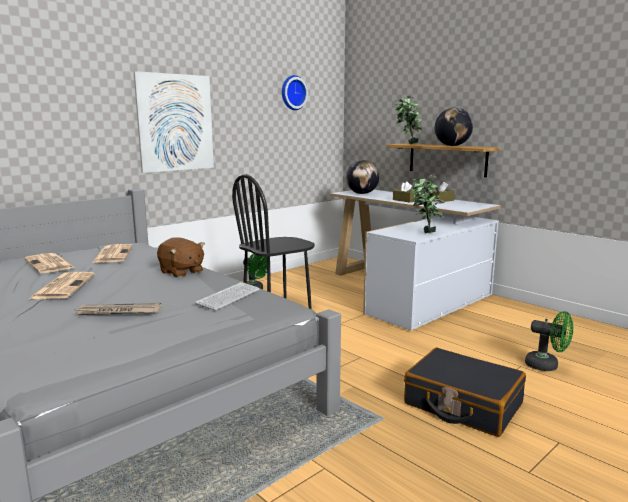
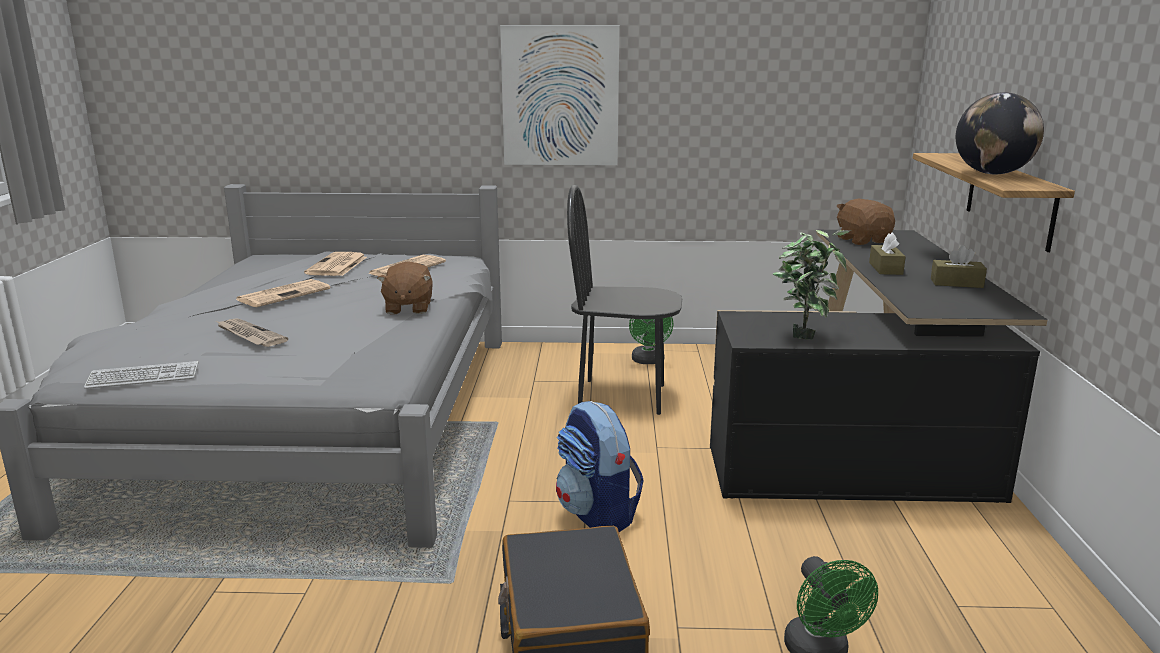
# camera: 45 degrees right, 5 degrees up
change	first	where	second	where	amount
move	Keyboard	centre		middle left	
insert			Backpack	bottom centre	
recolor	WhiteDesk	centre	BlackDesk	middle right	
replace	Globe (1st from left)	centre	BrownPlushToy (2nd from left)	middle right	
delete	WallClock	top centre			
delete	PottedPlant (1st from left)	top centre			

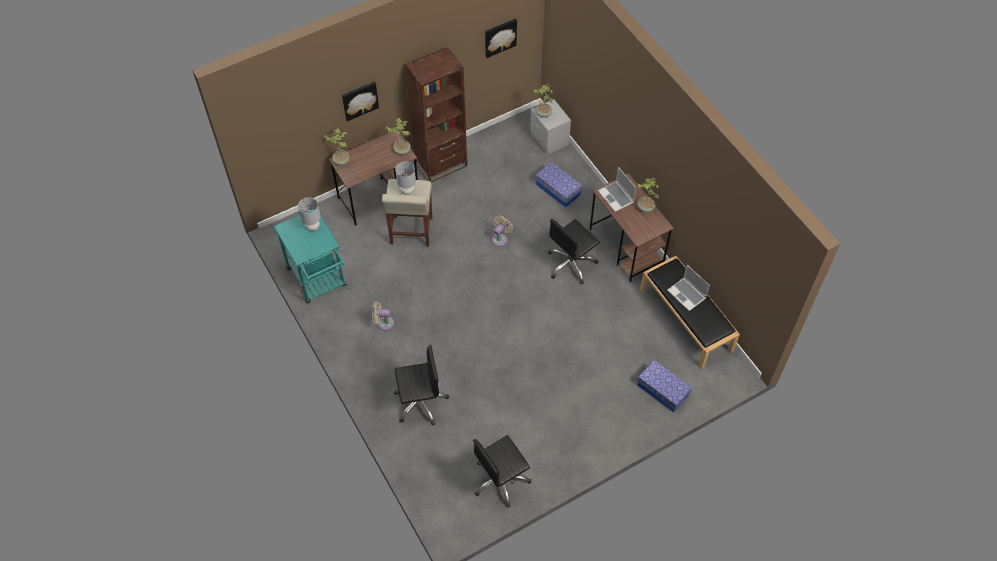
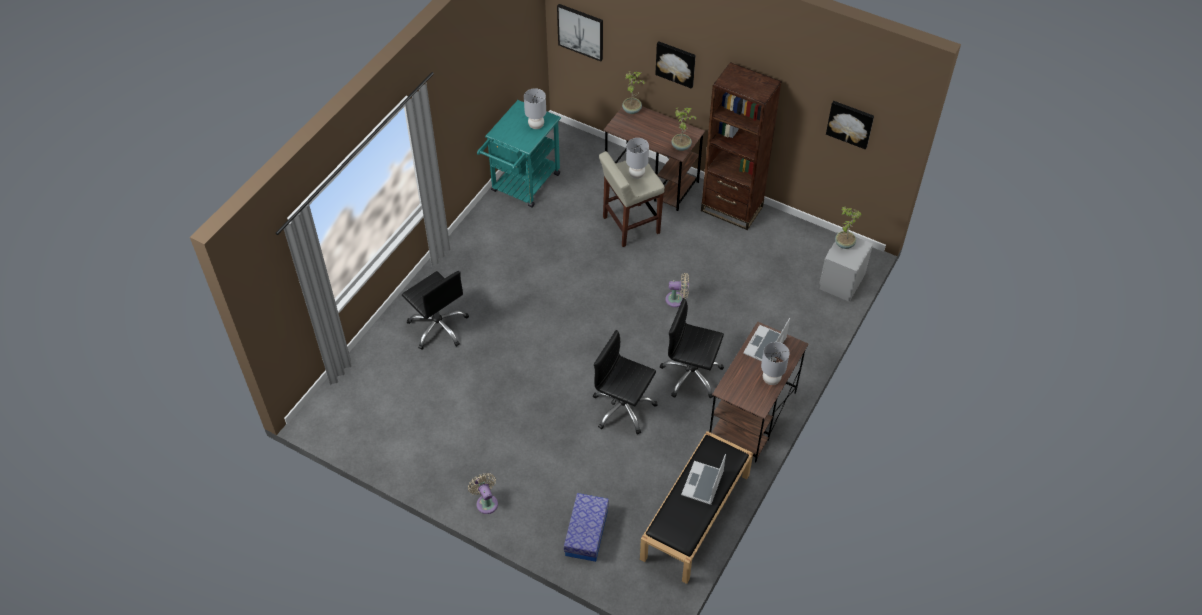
# camera: 60 degrees right, 5 degrees down
change	first	where	second	where	amount
move	BeigeFan (1st from left)	centre		bottom centre	
insert			Picture (1st from left)	top centre	
move	BlackOfficeChair (2nd from left)	bottom centre		centre	
replace	PottedPlant (4th from left)	centre	GreyTableLamp (3rd from left)	centre	
delete	StorageBox (1st from left)	top centre			

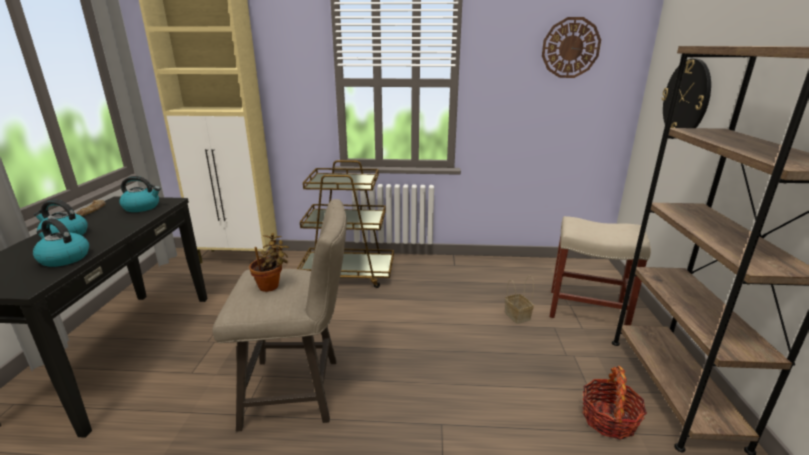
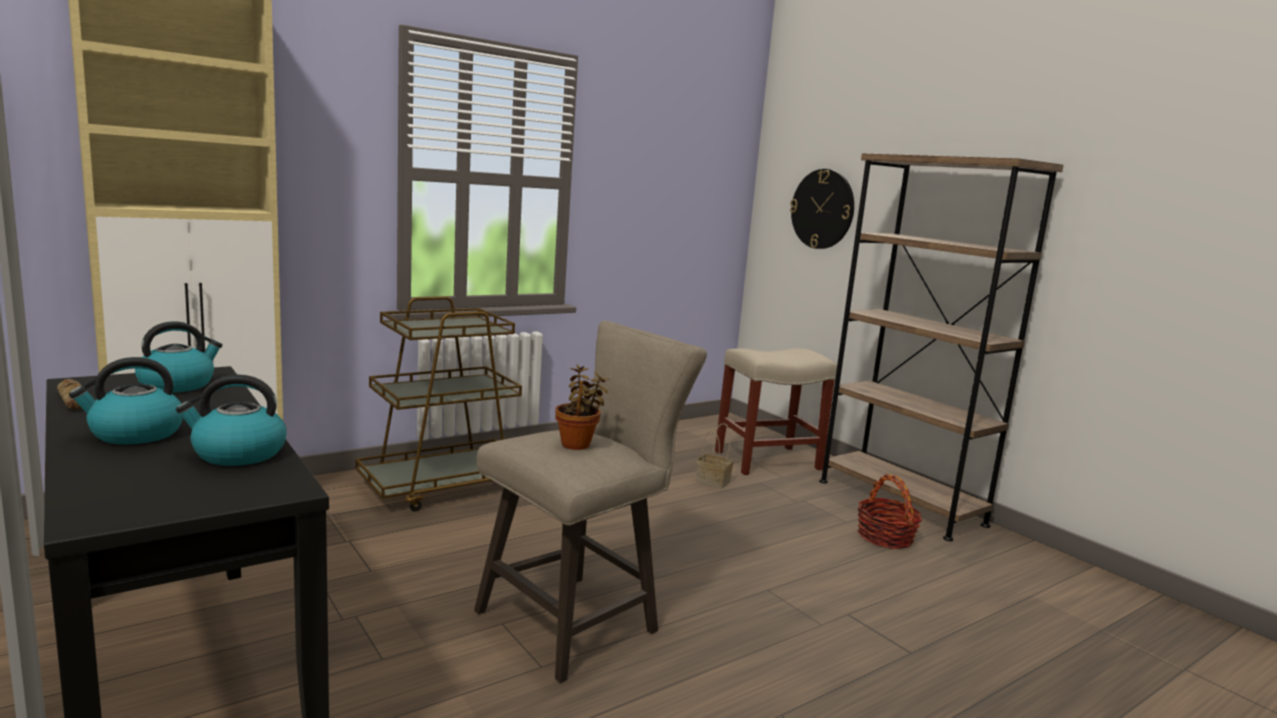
# camera: 40 degrees left, 10 degrees down
change	first	where	second	where	amount
delete	WallClock (1st from left)	top right			

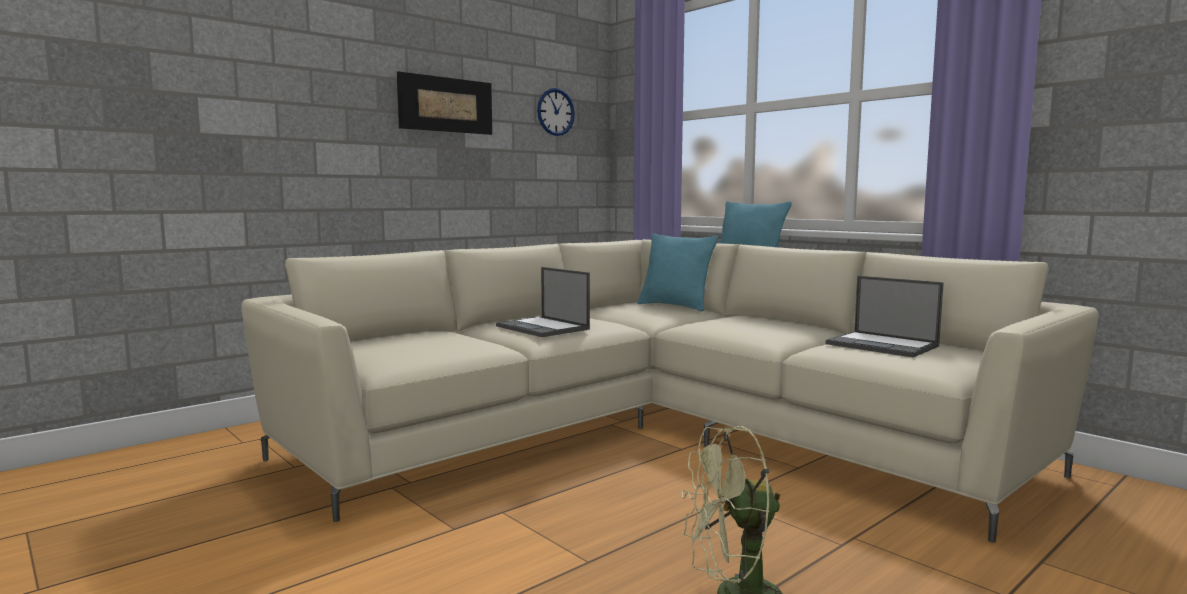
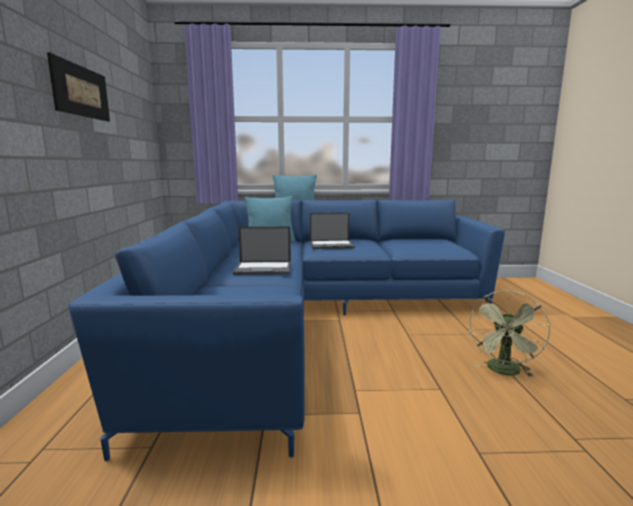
# camera: 50 degrees left, 5 degrees up
change	first	where	second	where	amount
recolor	BeigeSofa	centre	BlueSofa	centre	
move	Laptop (2nd from left)	middle right		centre	
delete	WallClock	top centre			

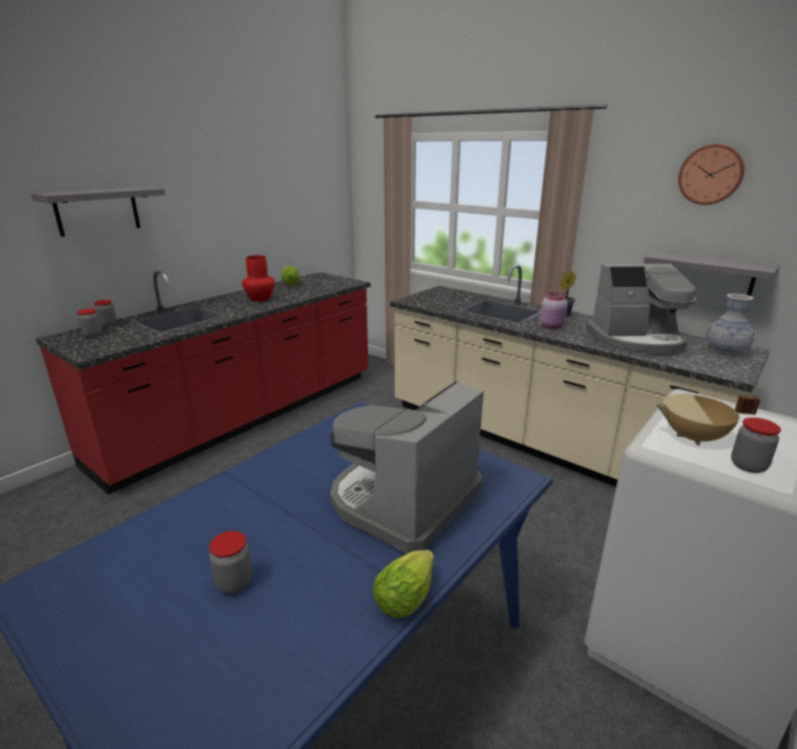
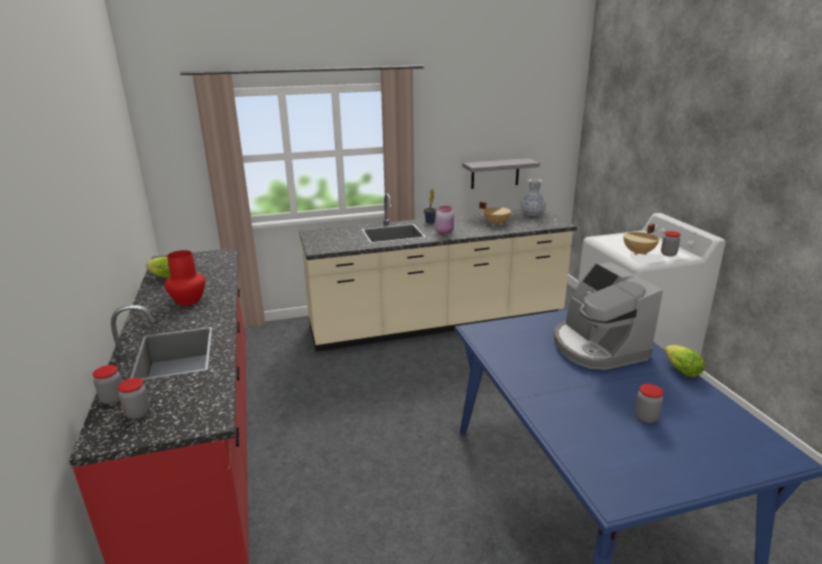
# camera: 55 degrees left, 0 degrees up
change	first	where	second	where	amount
replace	CoffeeMachine (2nd from left)	middle right	BeigeCookingPot (1st from left)	centre	
delete	GreyShelf (1st from left)	top left			
delete	WallClock	top right			

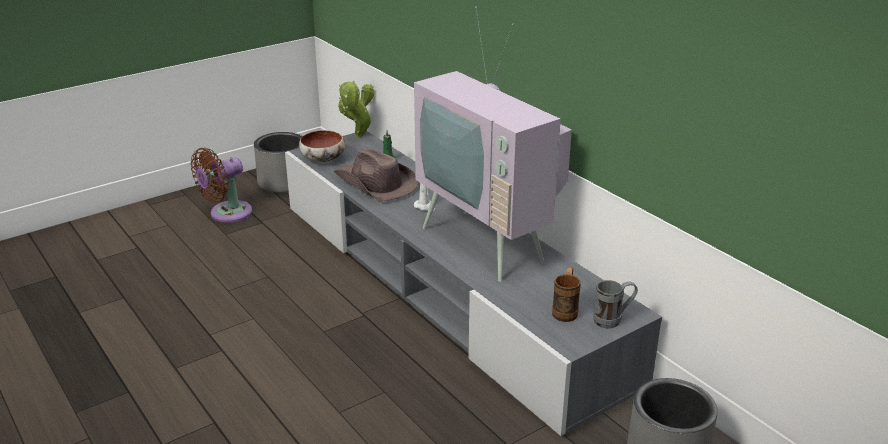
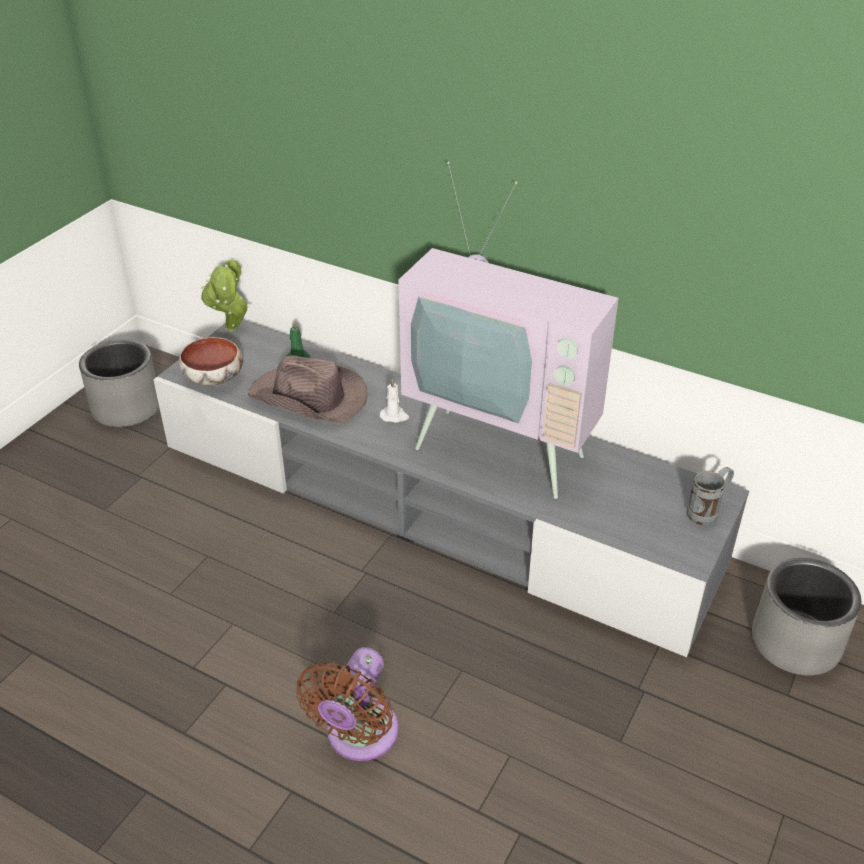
# camera: 25 degrees left, 10 degrees up
change	first	where	second	where	amount
move	BrownFan	middle left		bottom centre	
delete	BrownMug	centre			

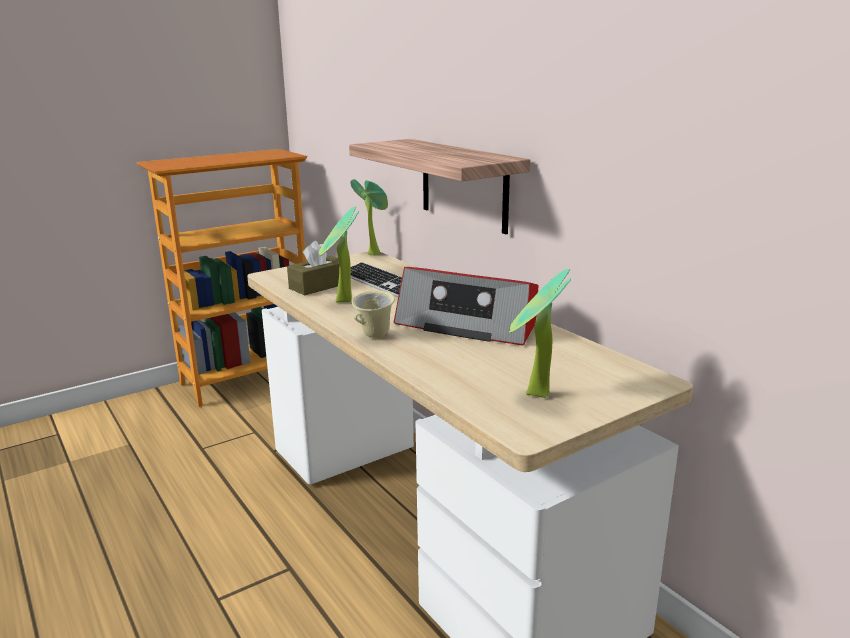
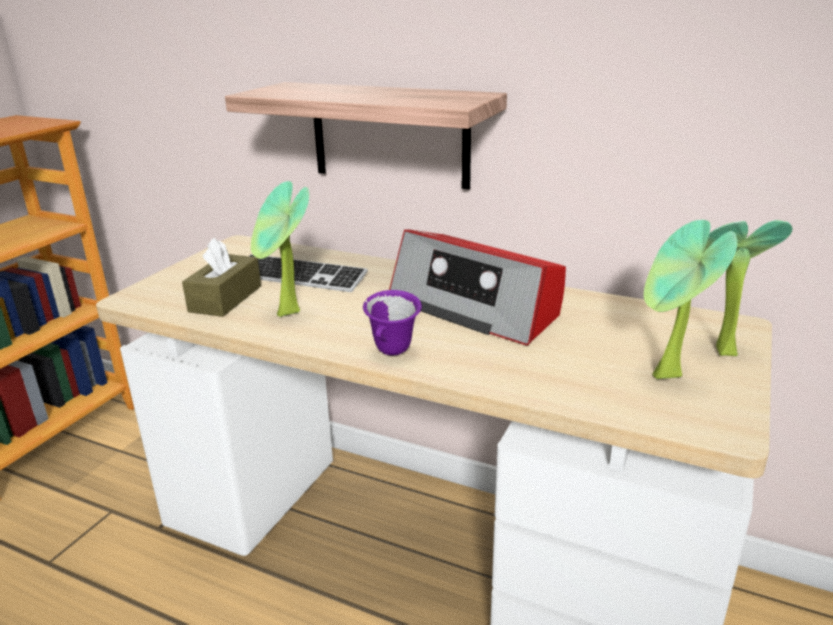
# camera: 30 degrees left, 5 degrees up
change	first	where	second	where	amount
recolor	BeigeMug	centre	PurpleMug	centre	
rotate	Radio	centre		centre	45 degrees clockwise
move	PottedPlant (2nd from left in the first image)	centre	PottedPlant (3rd from left)	middle right	

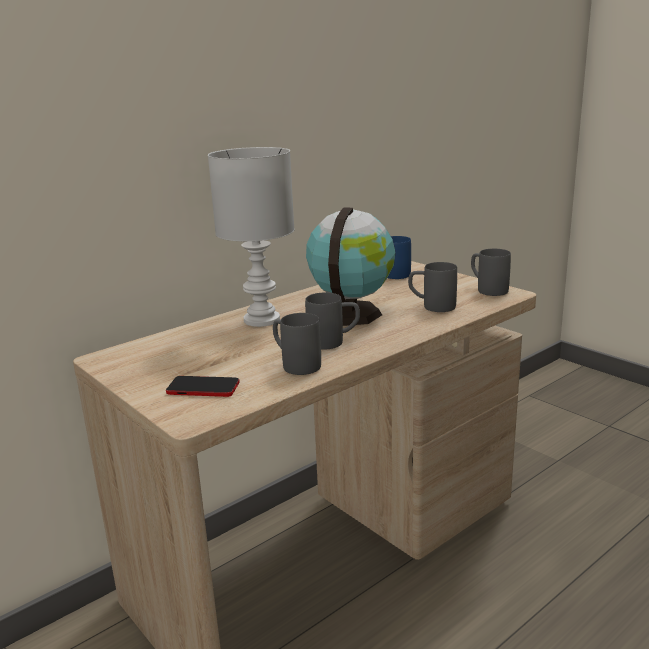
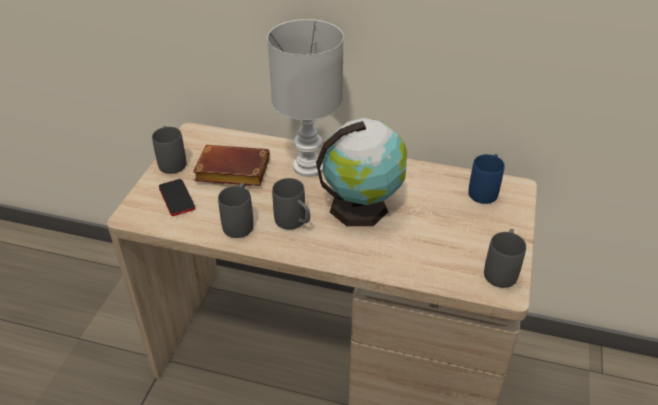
# camera: 55 degrees right, 20 degrees up
change	first	where	second	where	amount
move	GreyMug (3rd from left in the first image)	centre	GreyMug (1st from left)	middle left	
insert			BrownBook	centre	

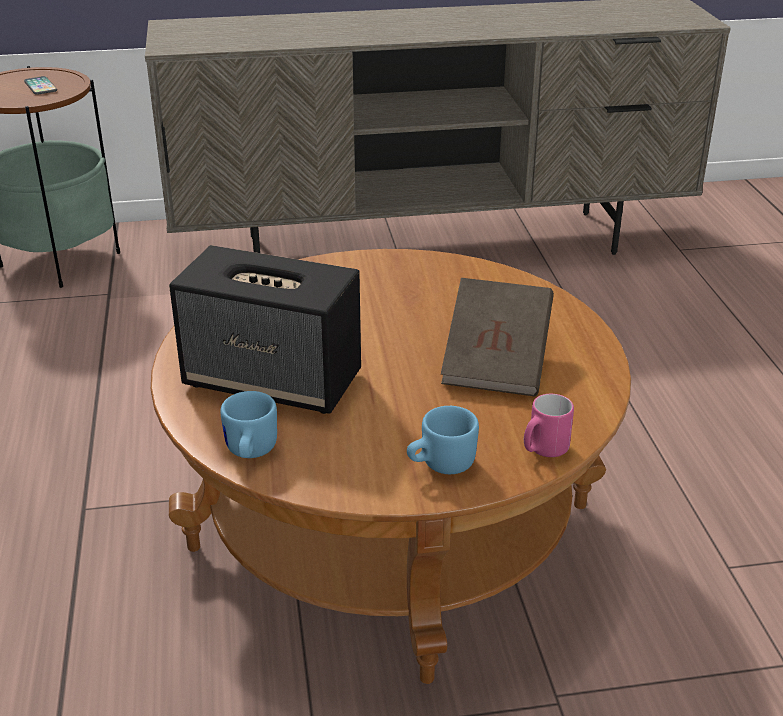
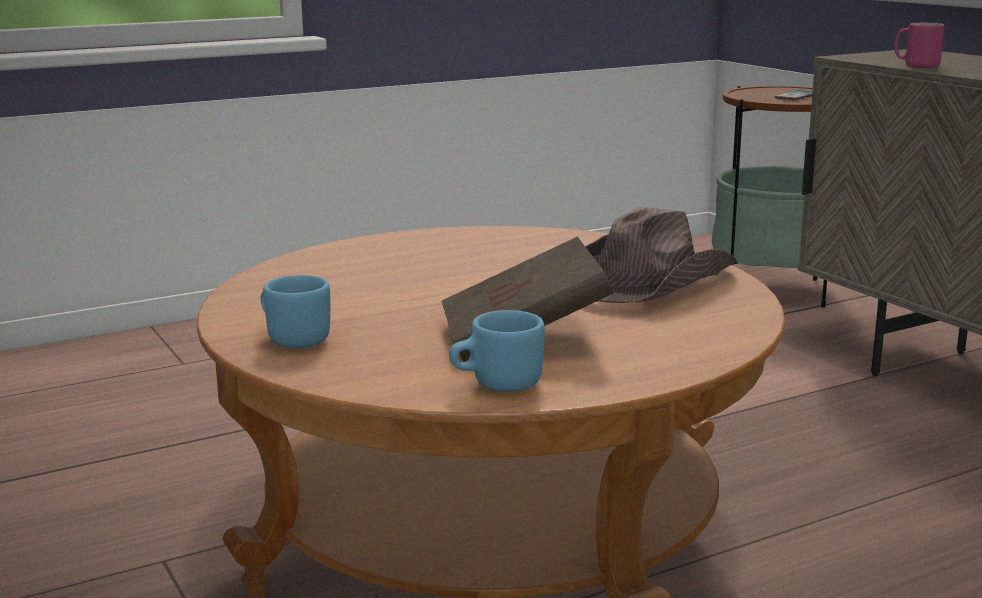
# camera: 70 degrees right, 15 degrees down
change	first	where	second	where	amount
move	BlueMug (1st from left in the first image)	middle left	BlueMug (2nd from left)	centre	
insert			BrownHat	middle right	
move	PinkMug	middle right		top right	
delete	Speaker	centre			

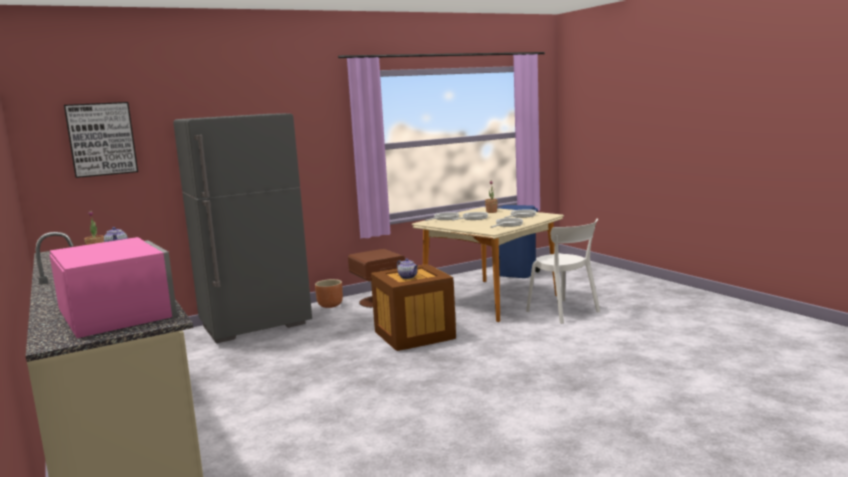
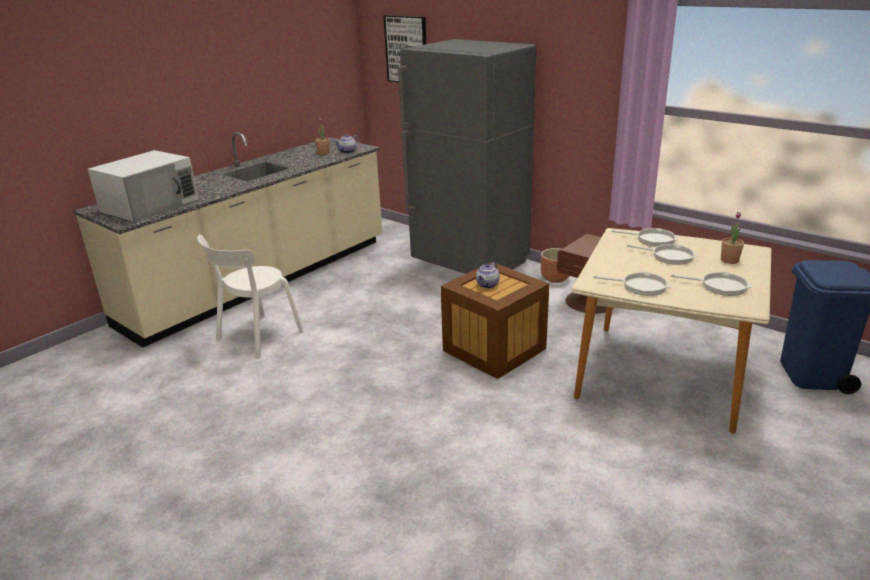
# camera: 70 degrees right, 15 degrees up
change	first	where	second	where	amount
recolor	PinkMicrowave	middle left	WhiteMicrowave	top left	
move	WhiteChair	centre		middle left	

